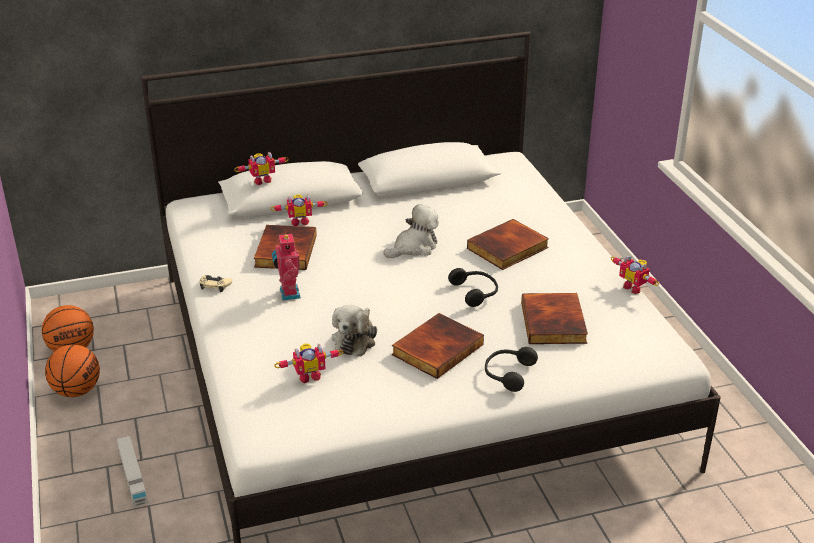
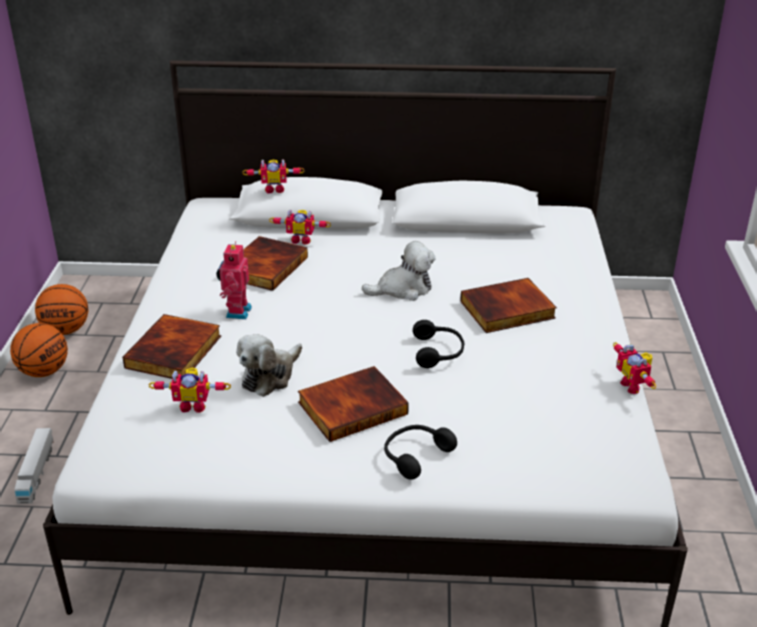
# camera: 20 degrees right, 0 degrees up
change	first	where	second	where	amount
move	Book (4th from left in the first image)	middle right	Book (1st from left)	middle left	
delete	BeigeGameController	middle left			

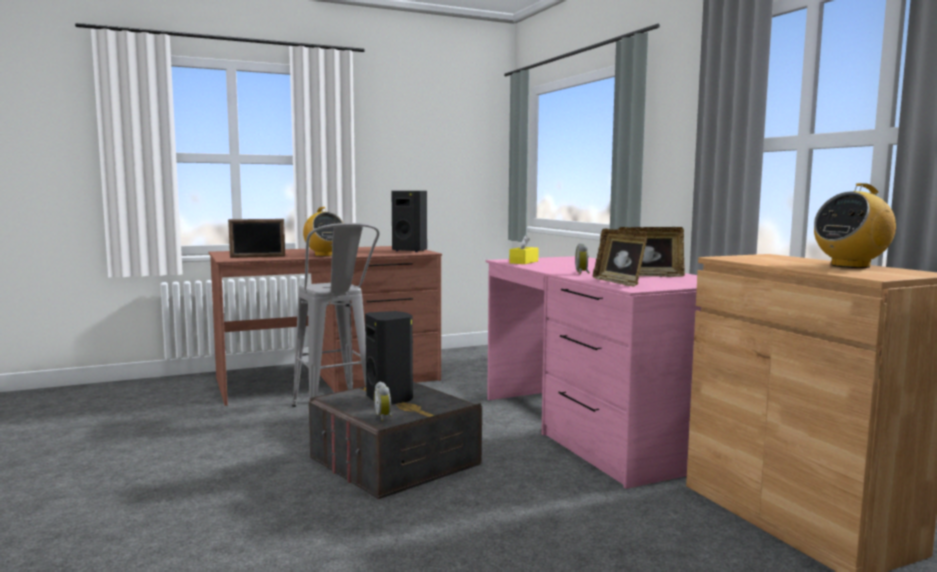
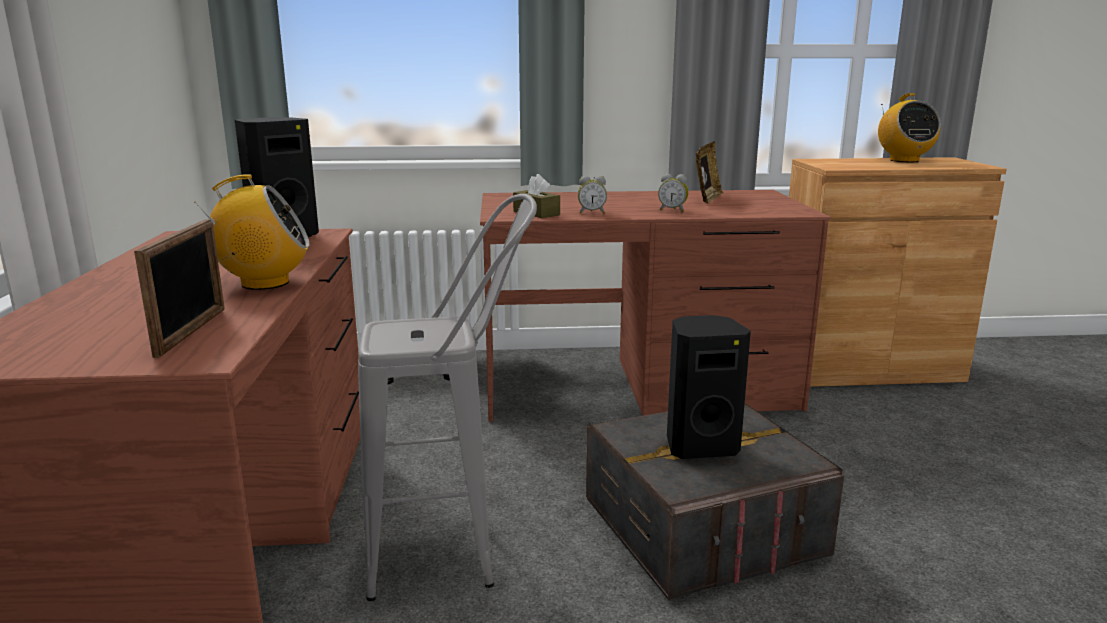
# camera: 70 degrees left, 10 degrees up
change	first	where	second	where	amount
recolor	PinkDesk	centre	BrownDesk (2nd from left)	centre	
recolor	YellowTissueBox	centre	BrownTissueBox	top centre	
move	AlarmClock (1st from left)	bottom centre		top centre	
delete	PictureFrame (2nd from left)	centre			

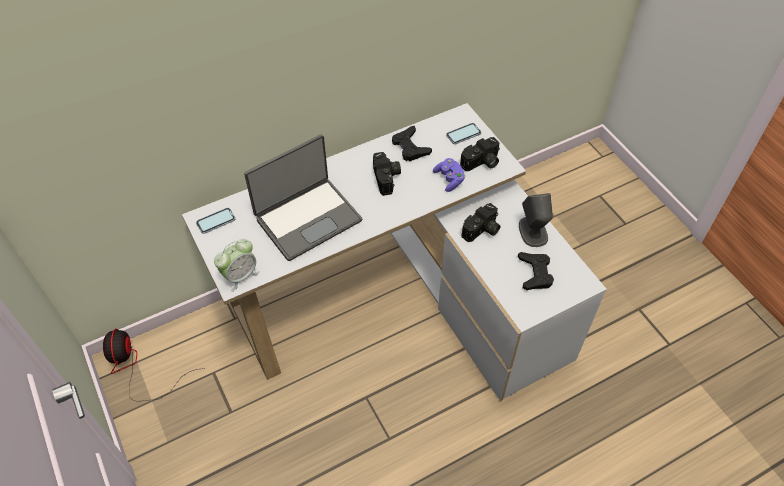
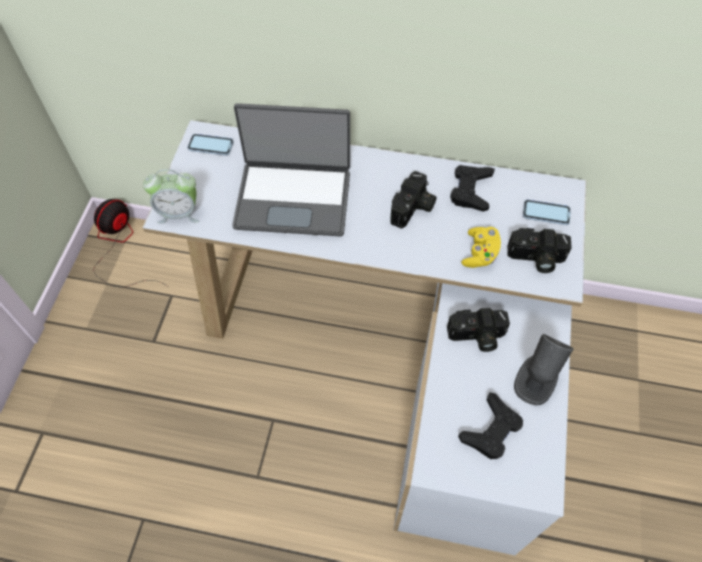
# camera: 40 degrees right, 5 degrees up
change	first	where	second	where	amount
recolor	PurpleGameController	centre	YellowGameController	middle right	

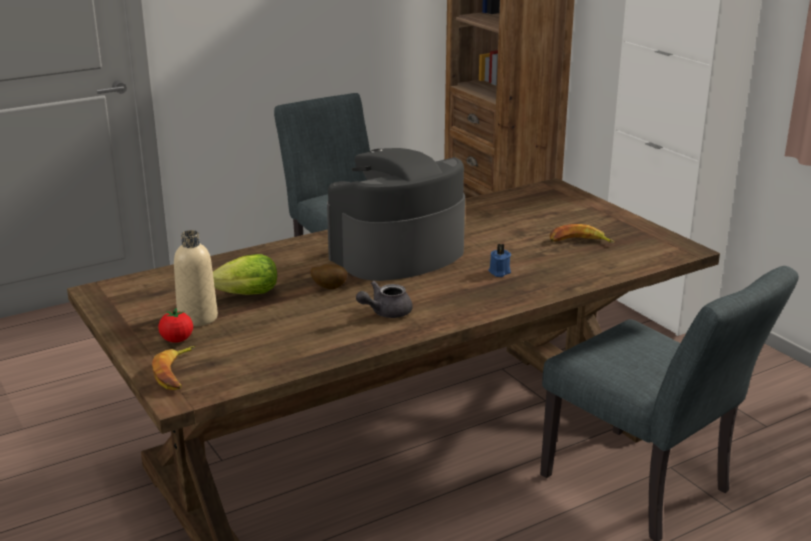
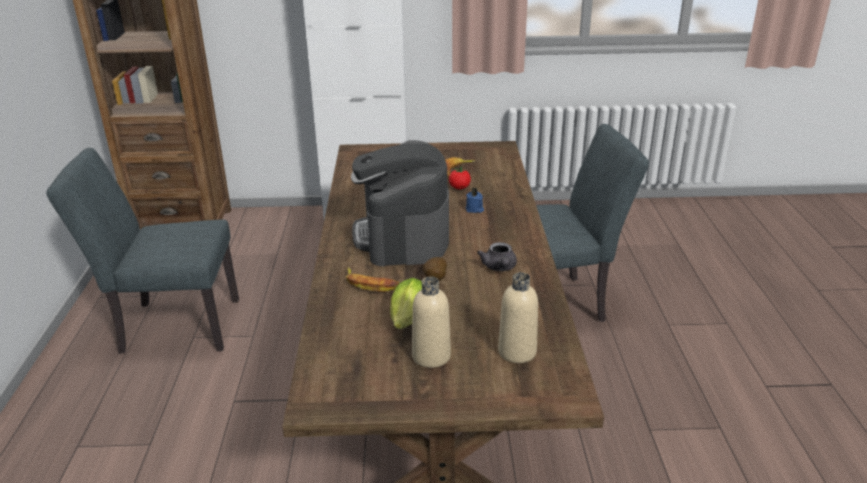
# camera: 60 degrees left, 5 degrees up
change	first	where	second	where	amount
move	Banana (1st from left)	bottom left		centre	
move	Tomato	middle left		centre	
insert			BeigeBottle (2nd from left)	centre	

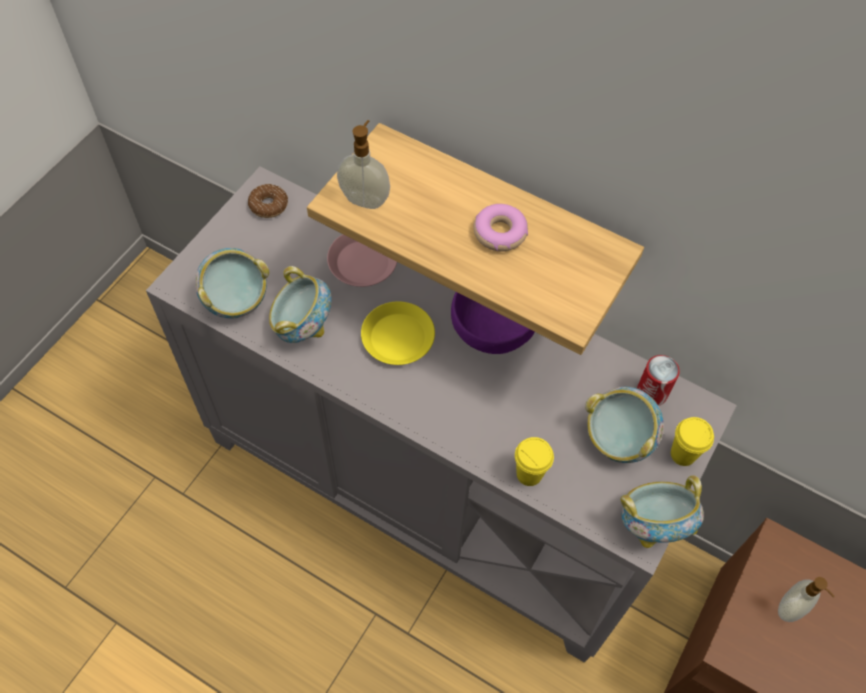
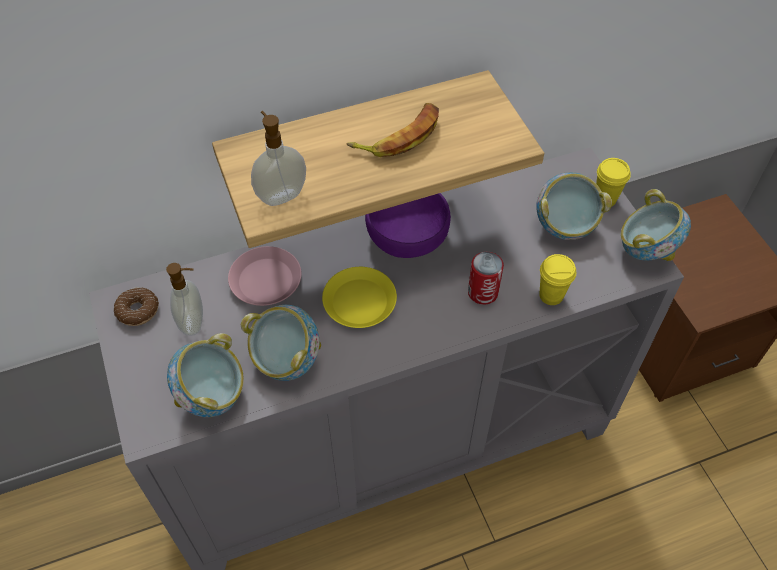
# camera: 50 degrees left, 5 degrees down
change	first	where	second	where	amount
move	SoapDispenser (2nd from left in the first image)	bottom right	SoapDispenser (1st from left)	middle left	
replace	Donut (2nd from left)	top centre	Banana	top centre	
move	Can	middle right		centre	

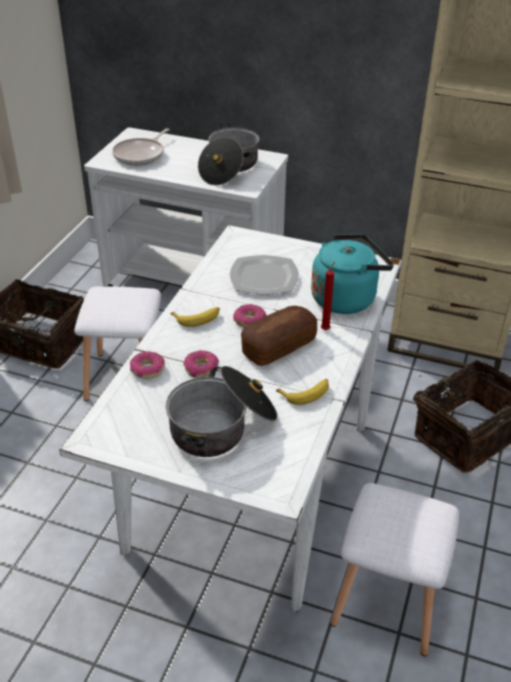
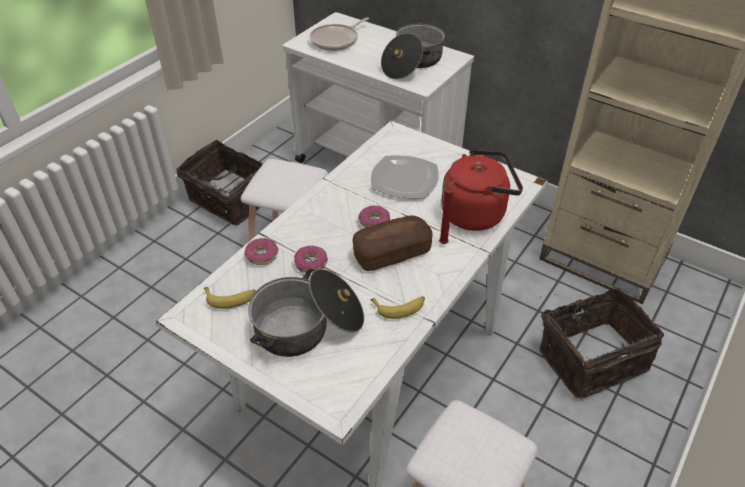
# camera: 15 degrees right, 5 degrees up
change	first	where	second	where	amount
move	Banana (1st from left)	centre		middle left	
recolor	TurquoiseKettle	middle right	RedKettle	centre	

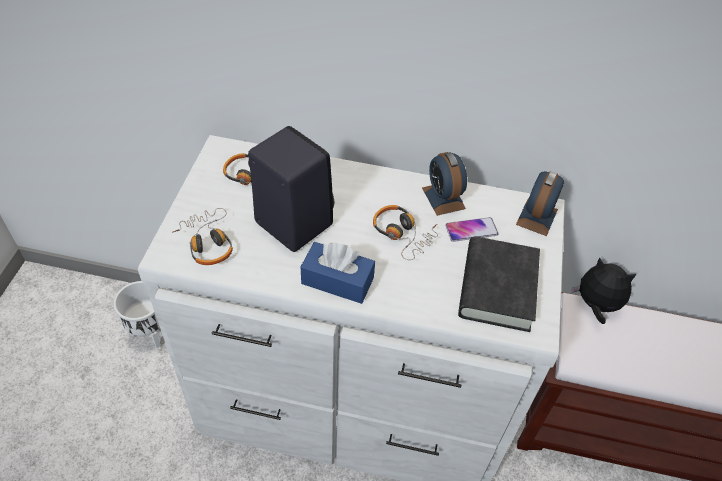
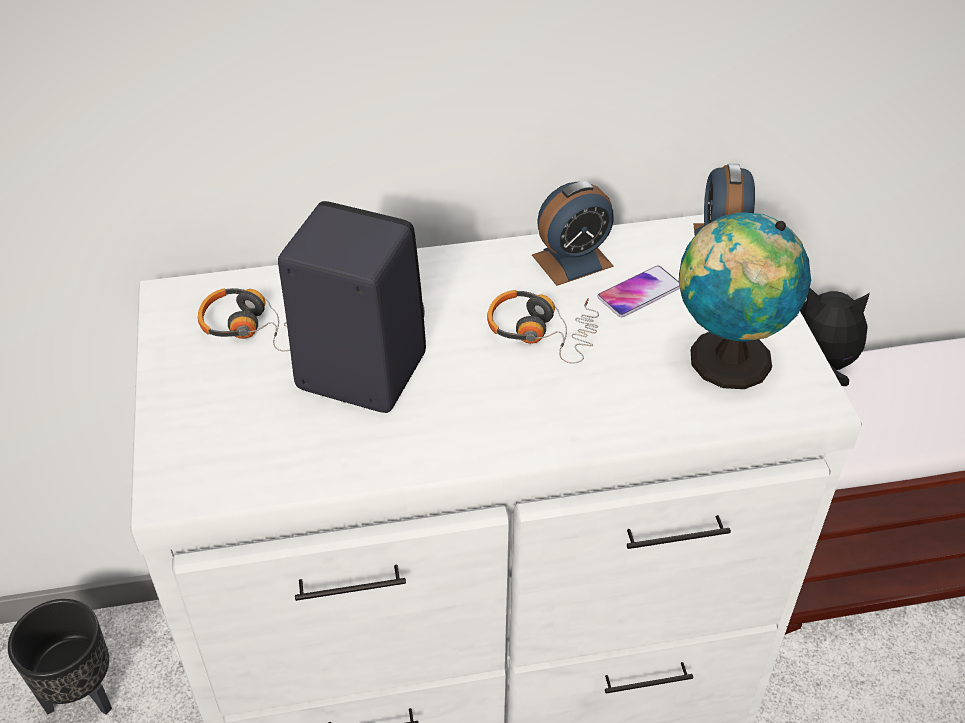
# camera: 20 degrees left, 5 degrees down
change	first	where	second	where	amount
recolor	WhitePlanter	middle left	BlackPlanter	bottom left	
rotate	AlarmClock (1st from left)	centre		top centre	75 degrees counterclockwise
replace	BlackBook	middle right	Globe	middle right	
delete	Headphones (1st from left)	middle left			
delete	BlueTissueBox	centre			

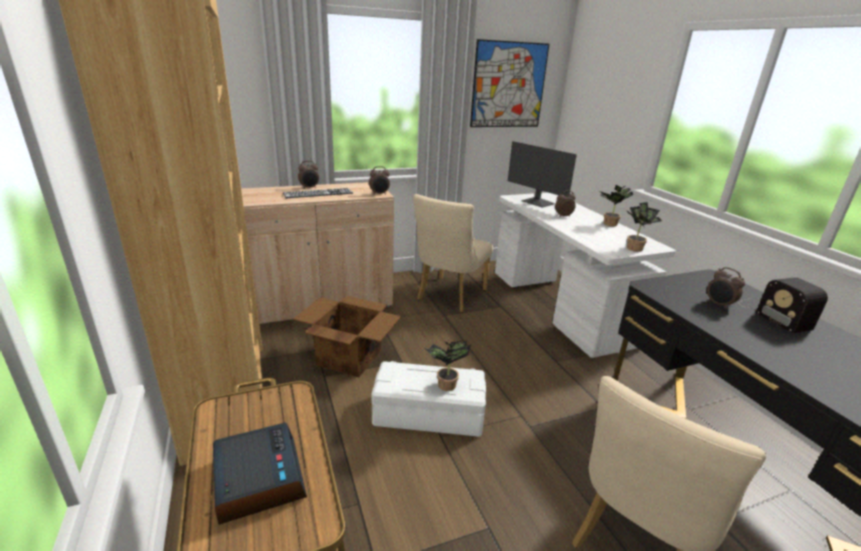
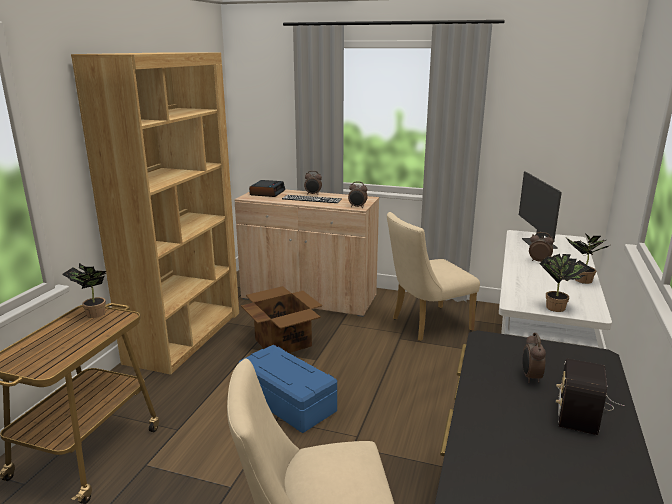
# camera: 40 degrees right, 5 degrees down
change	first	where	second	where	amount
move	PottedPlant (1st from left)	centre		middle left	
recolor	WhiteStorageBox	bottom centre	BlueStorageBox	bottom centre	
move	AlarmClock (1st from left)	bottom left		centre	
delete	Picture	top centre			

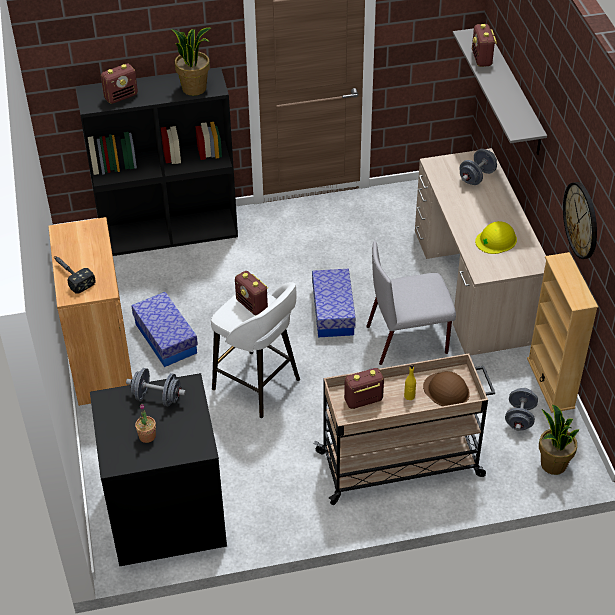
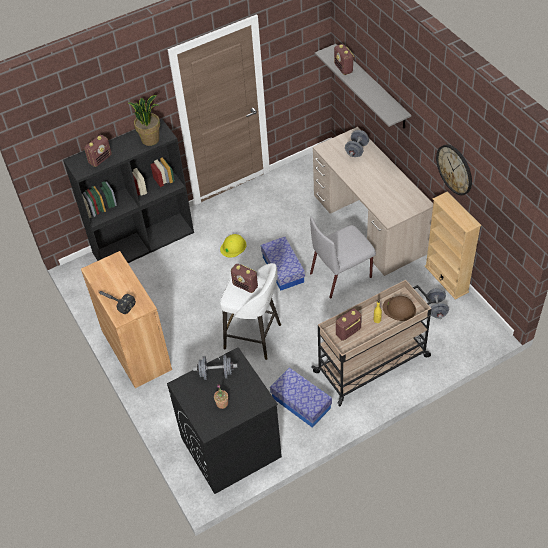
# camera: 15 degrees left, 5 degrees up
change	first	where	second	where	amount
move	YellowHardHat	middle right		centre	
move	StorageBox (1st from left in the first image)	middle left	StorageBox (2nd from left)	bottom centre	
delete	PottedPlant (3rd from left)	bottom right			

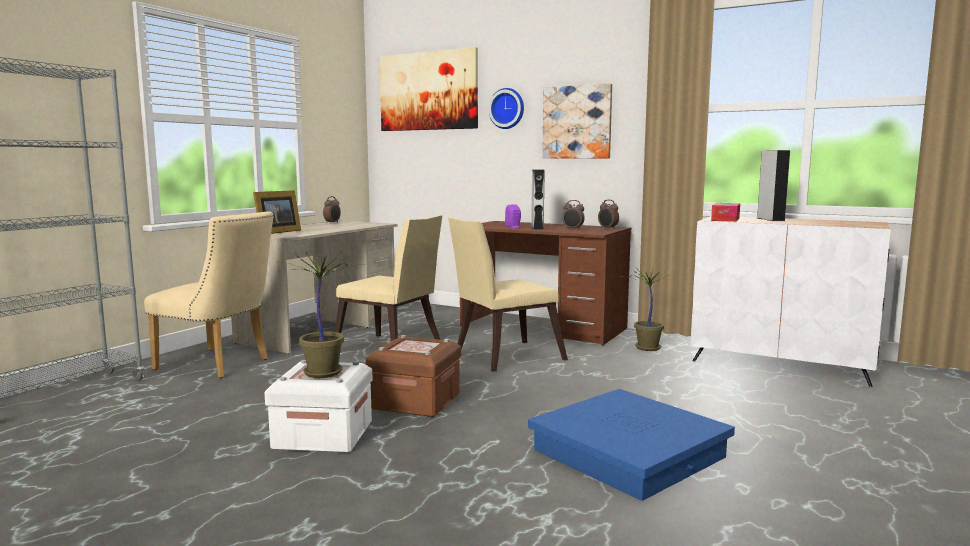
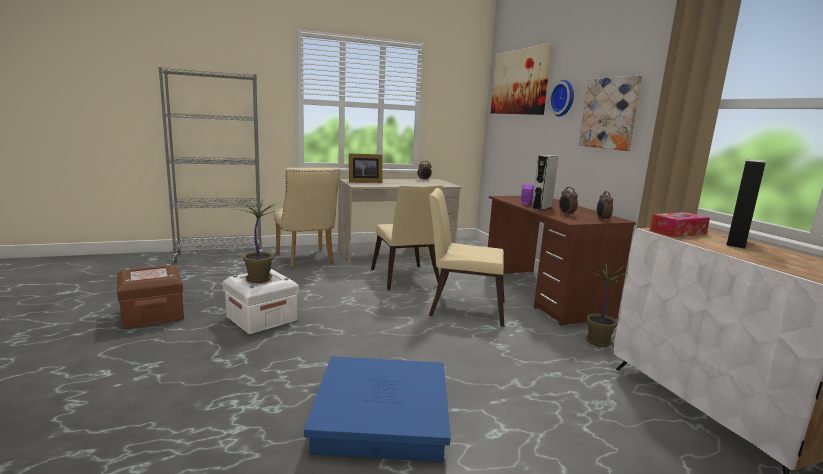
# camera: 40 degrees right, 5 degrees up
change	first	where	second	where	amount
move	BrownStorageBox	bottom centre		middle left	

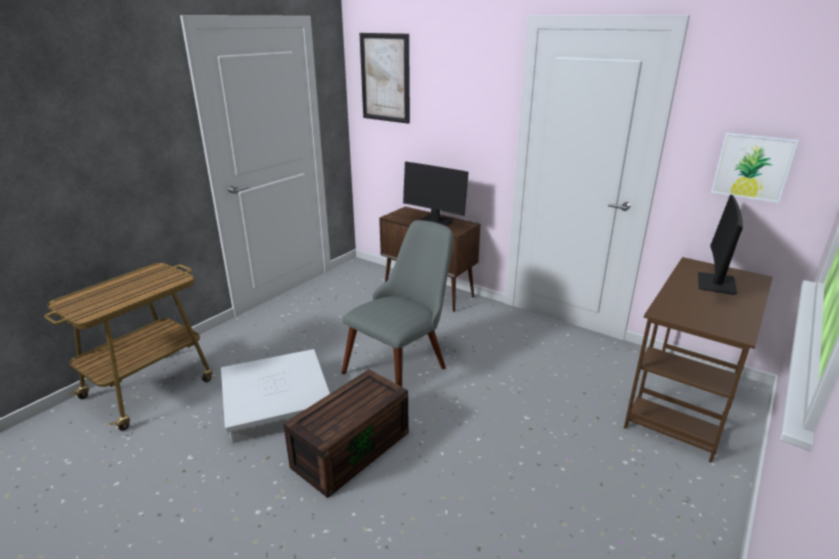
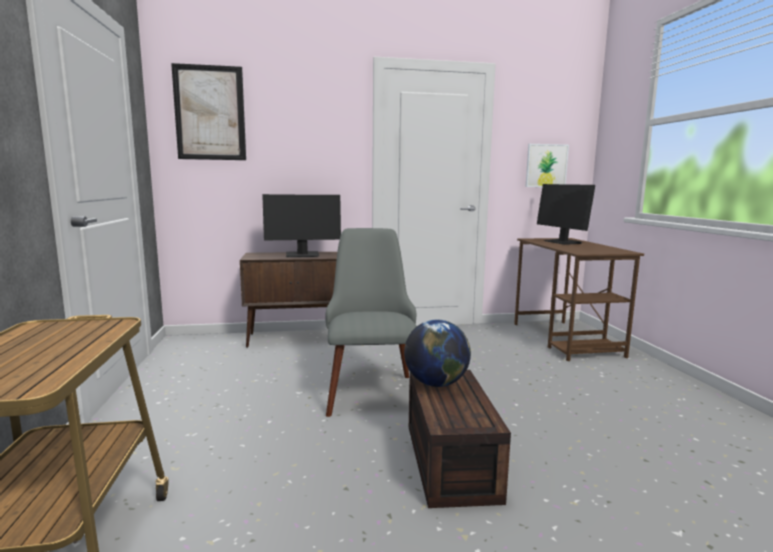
# camera: 45 degrees left, 15 degrees down
change	first	where	second	where	amount
insert			Globe	centre	
delete	WhiteStorageBox	bottom left			

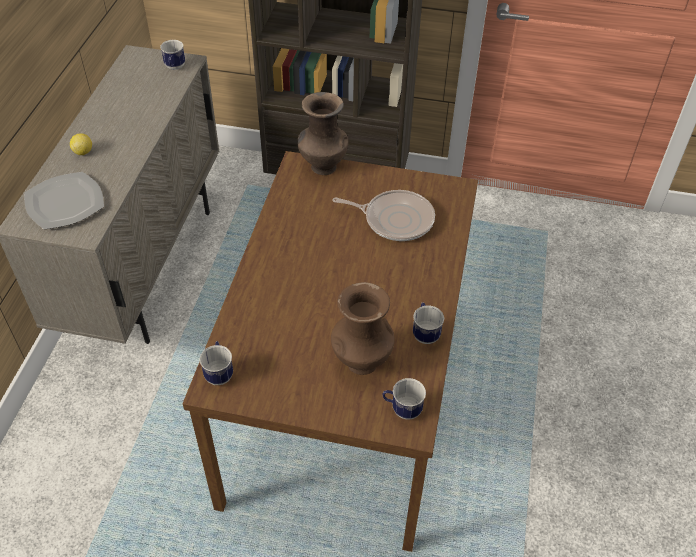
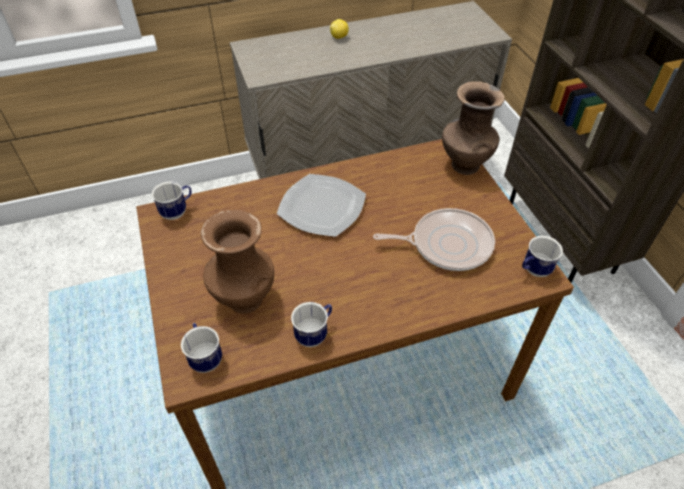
# camera: 60 degrees right, 0 degrees up
change	first	where	second	where	amount
move	Plate	middle left		centre	
rotate	FryingPan	centre		centre	75 degrees counterclockwise
move	Mug (1st from left in the first image)	top left	Mug (4th from left)	middle right	

